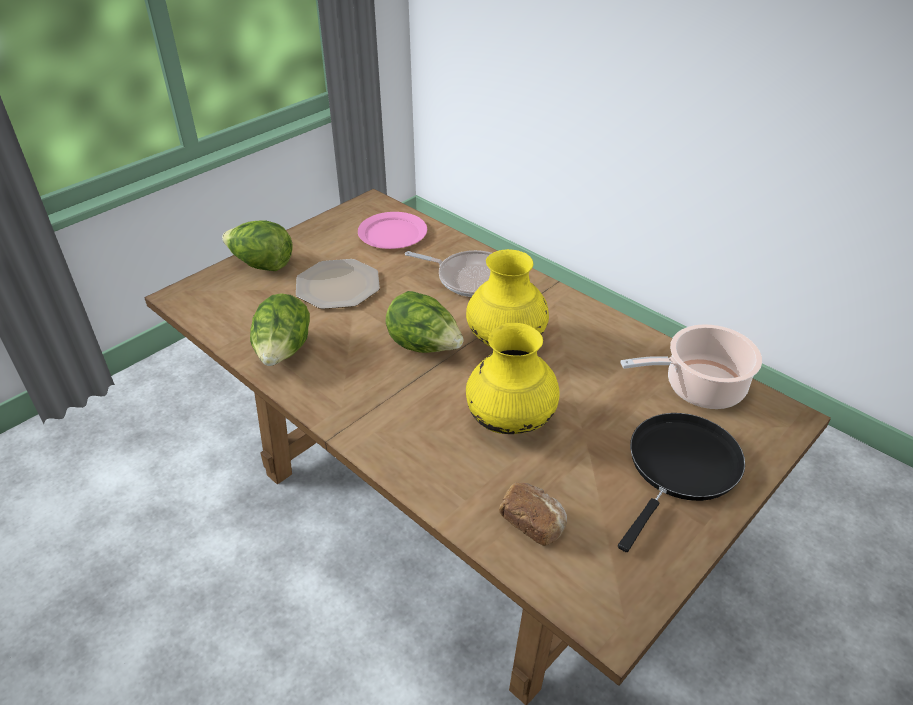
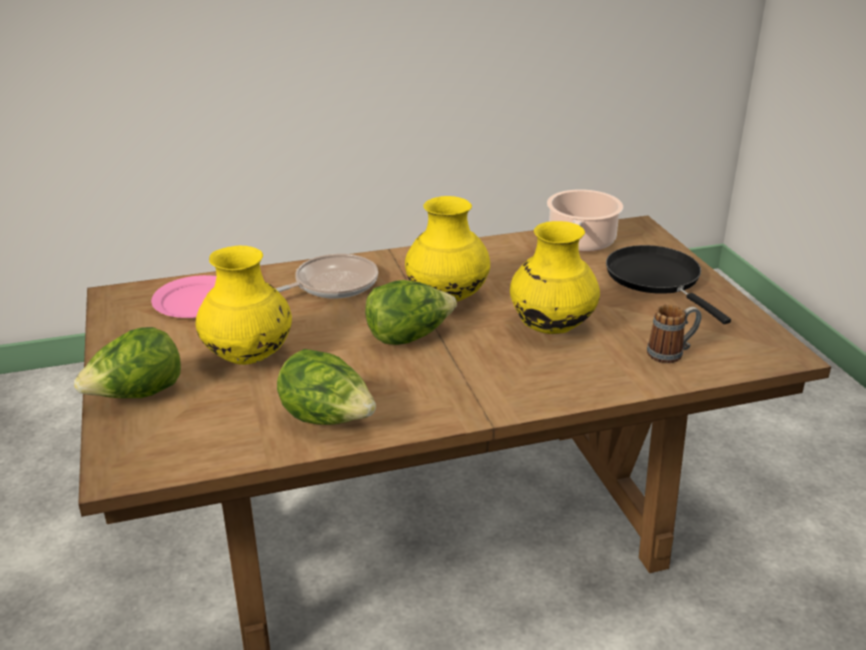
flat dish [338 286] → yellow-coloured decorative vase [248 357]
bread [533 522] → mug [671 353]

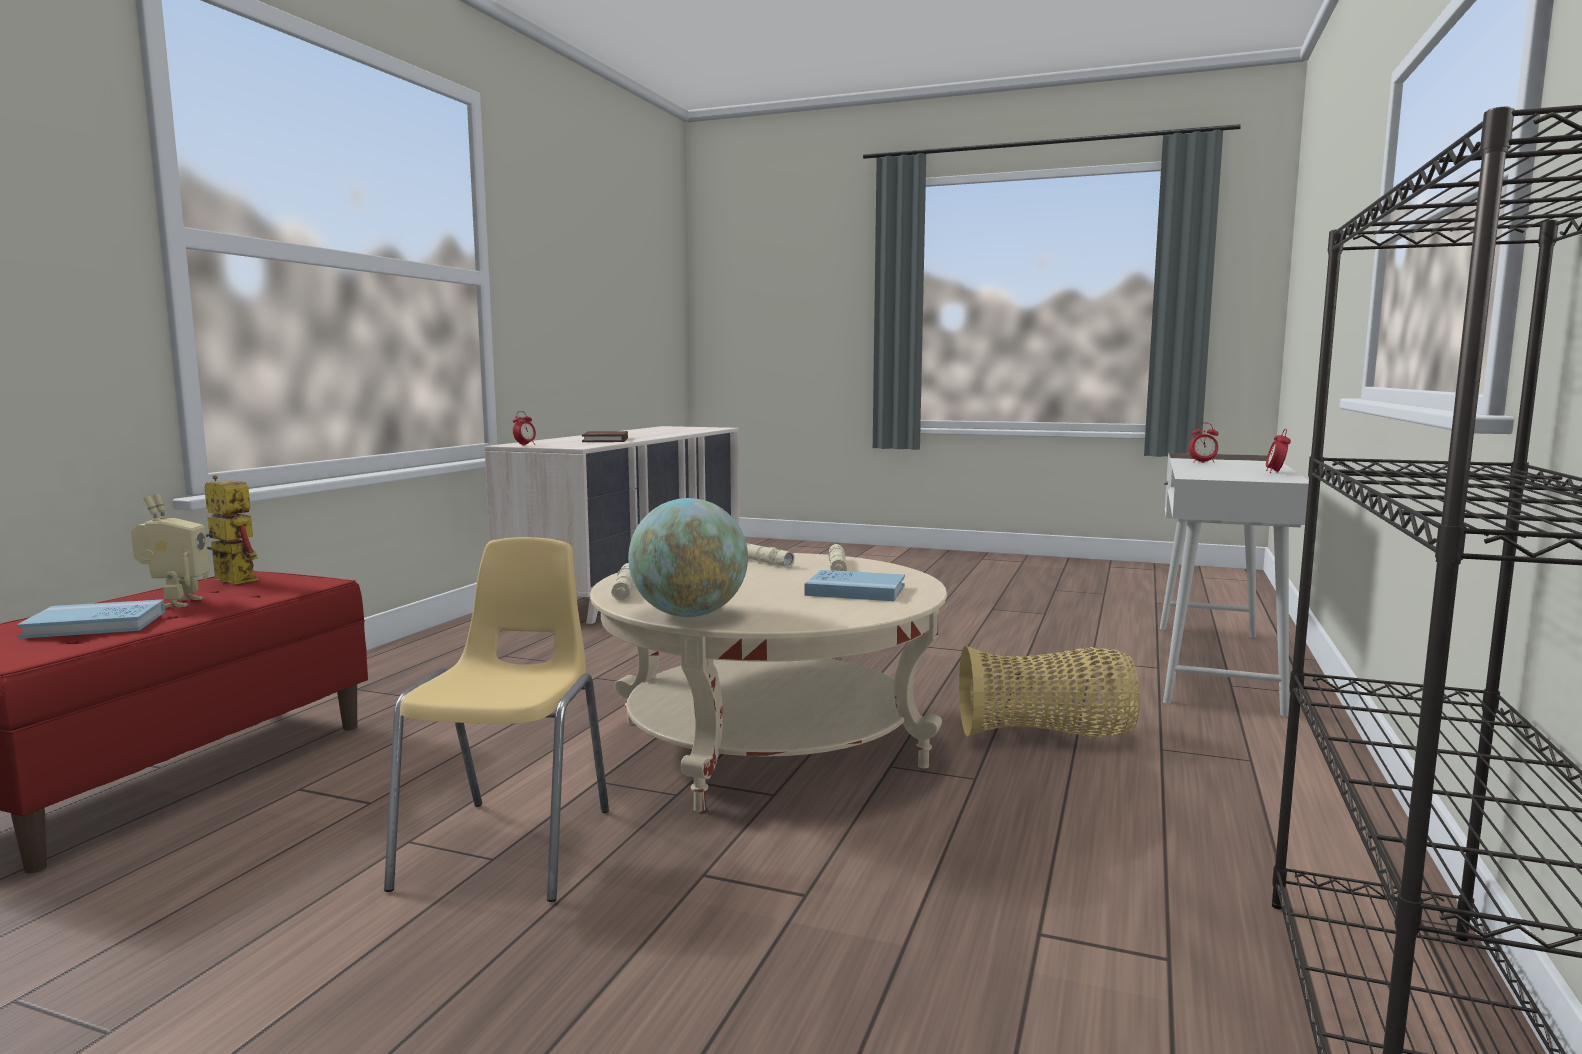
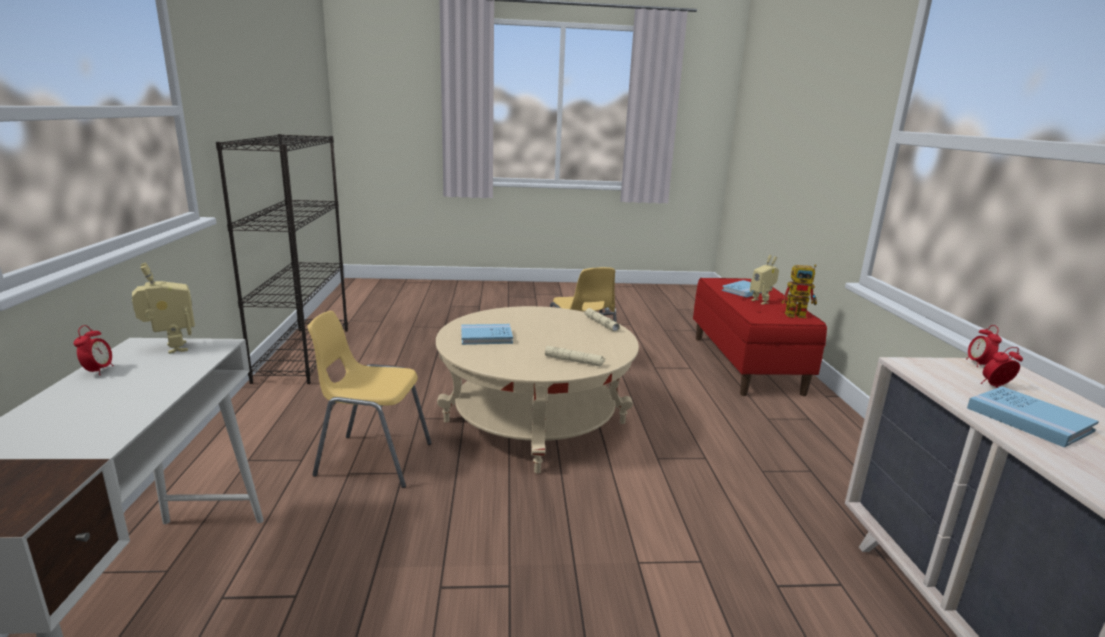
- → toy robot [171 348]
basket [1047 734] → yellow-coloured plain chair [373 459]
brown book [605 440] → blue-coloured book [1028 419]
alarm clock [1202 462] → alarm clock [995 386], relocated
desk globe [689 615] → -
sand-coloured torch [837 567] → -

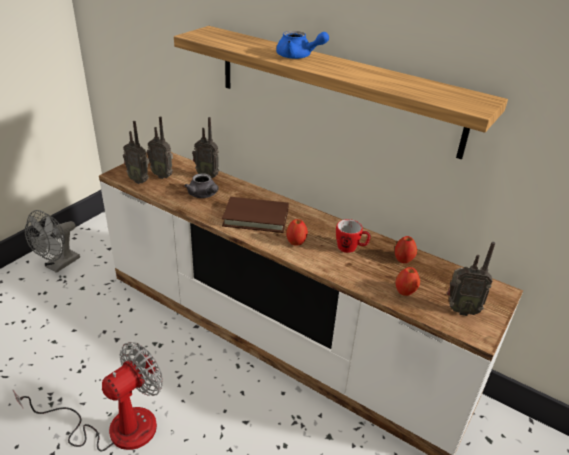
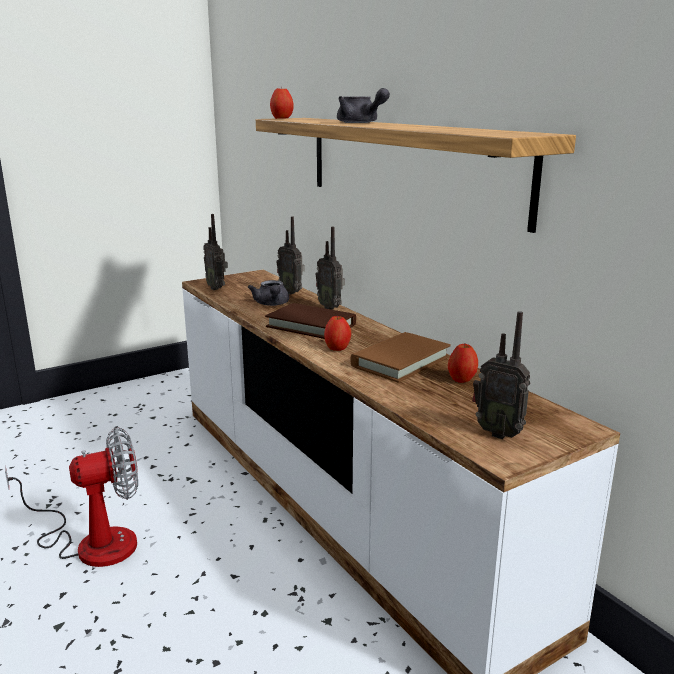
apple [405 292] → apple [281 118], relocated
radio [162 175] → radio [331 307], relocated
blue-coloured pot for tea [298 57] → gray pot for tea [360 123]
mug [350 248] → brown book [400 361]
gray electric fan [58 265] → -

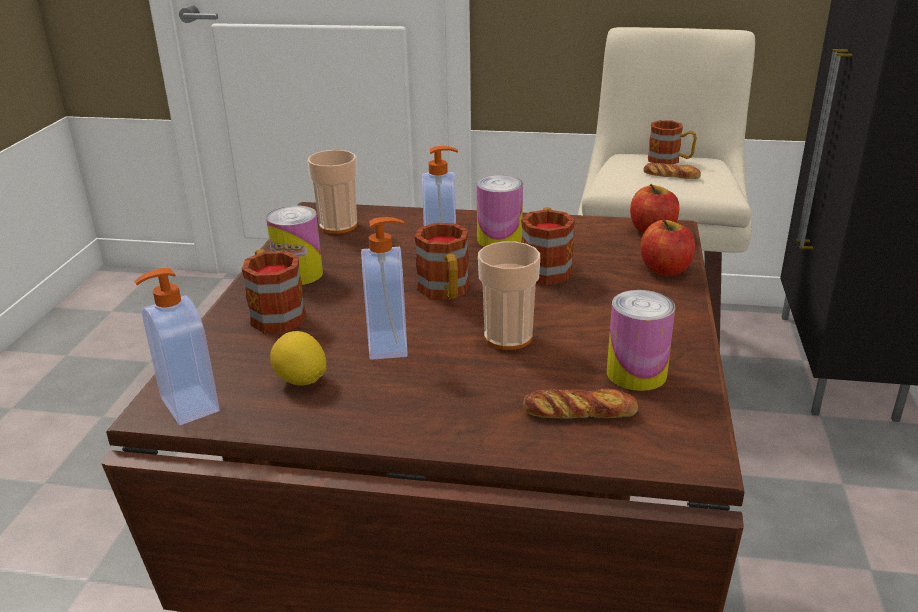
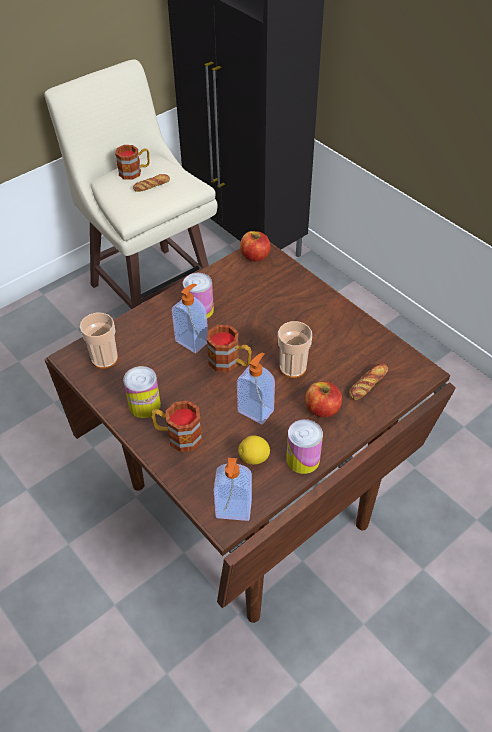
sealed can [636 373] → sealed can [303 459], relocated
apple [665 269] → apple [322 409], relocated
mug [546 267] → -

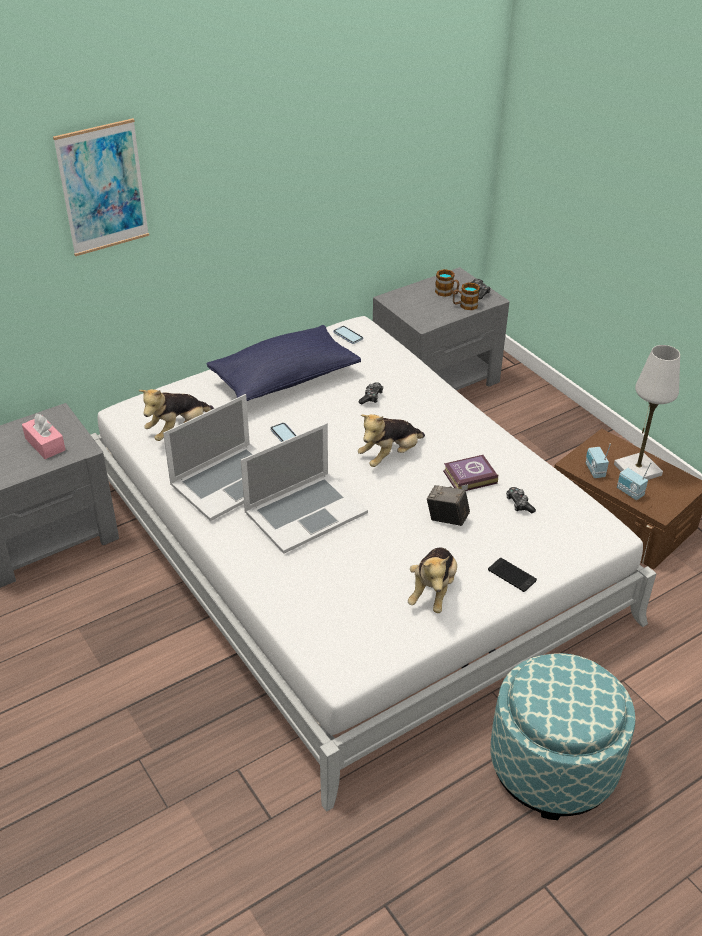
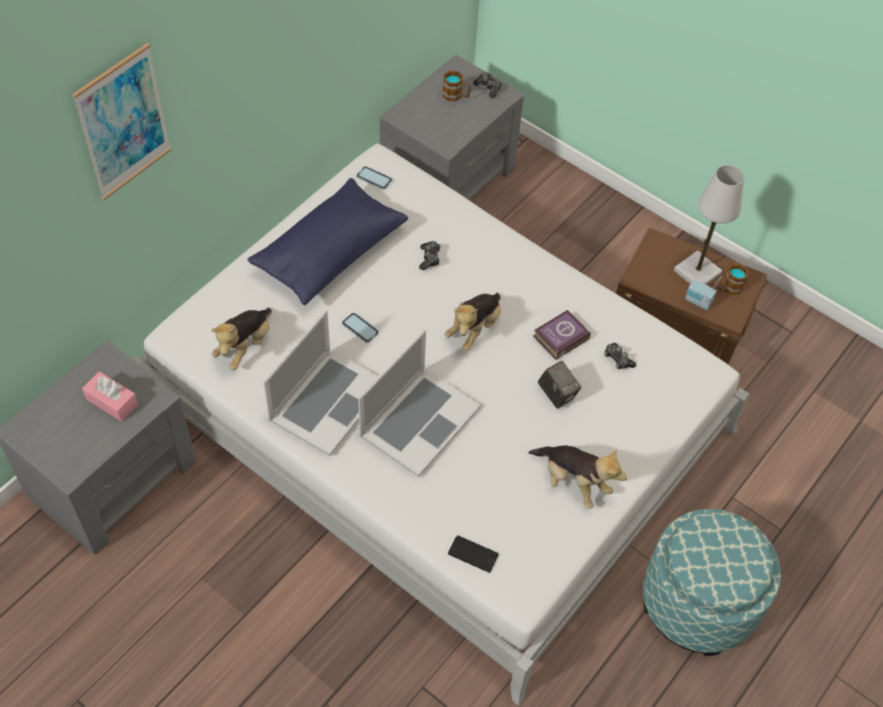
telephone [512 575] → telephone [473 554], relocated
cuddly toy [433 591] → cuddly toy [573 482], 45 degrees counterclockwise
photo camera [447 519] → photo camera [557 394], 135 degrees counterclockwise
mug [464 305] → mug [729 288], relocated
radio [594 471] → -

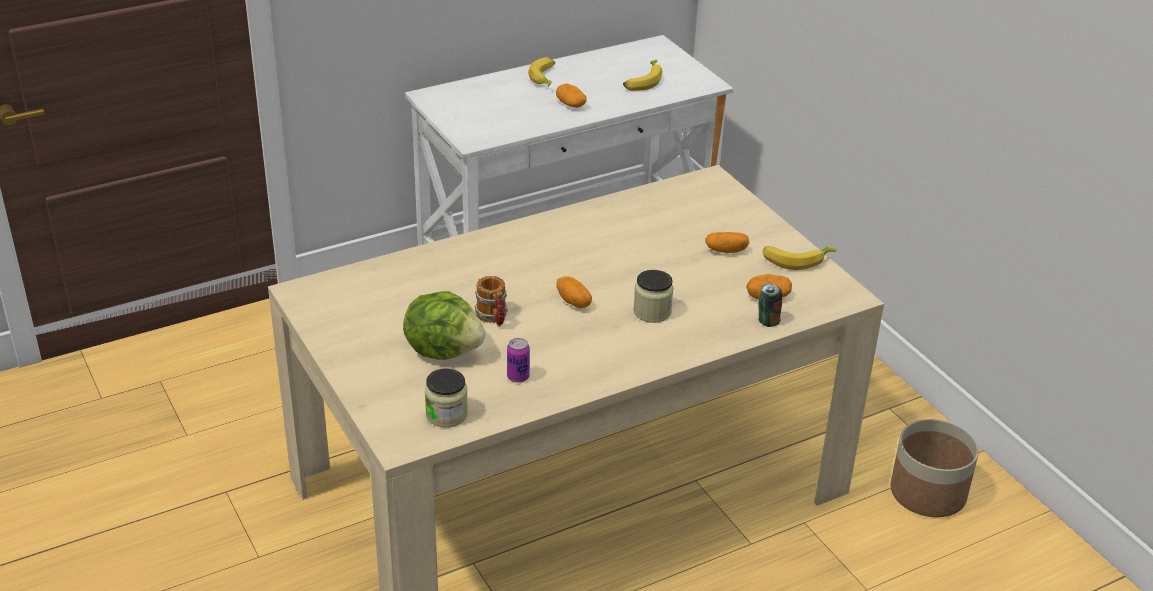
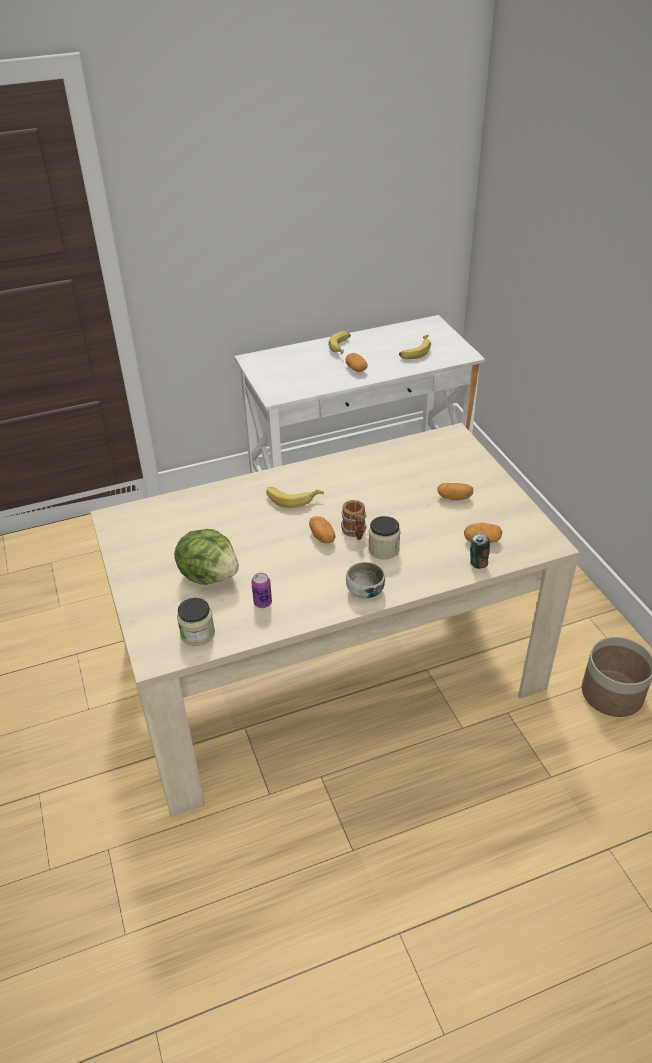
banana fruit [796 260] → banana fruit [292 499], relocated
mug [493 318] → mug [355 533], relocated
- → serving bowl [365 590]

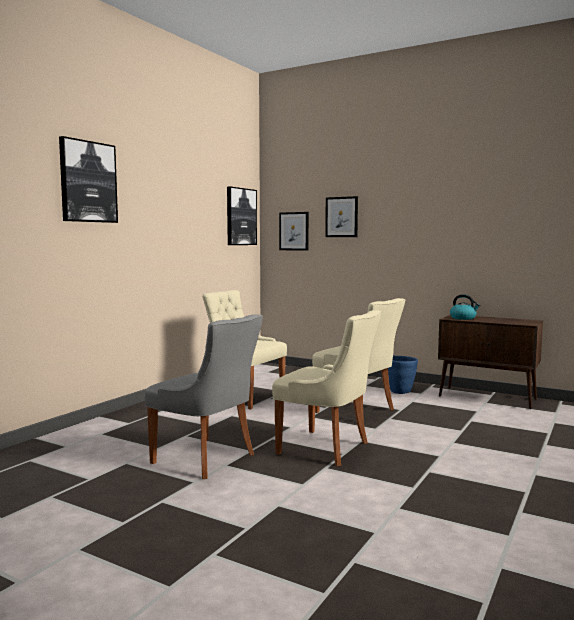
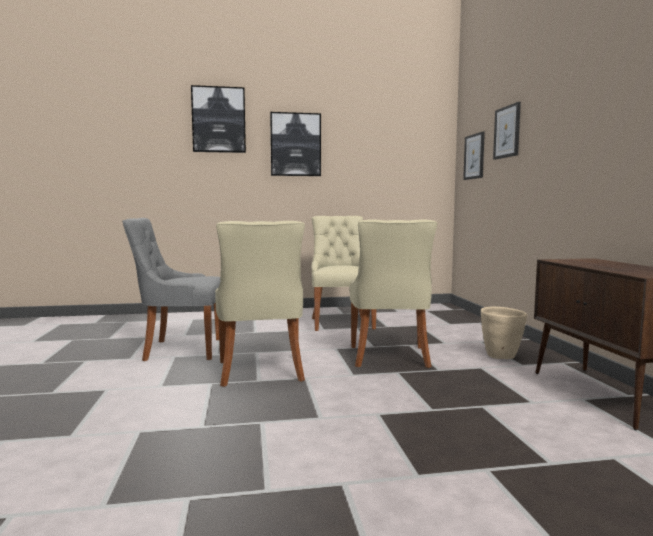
gray plain chair [207 459] → gray plain chair [180 349], 90 degrees clockwise
picture [240 217] → picture [295 144], relocated
blue-coloured planter [400 392] → sand-coloured planter [501 356]
tea kettle [463 318] → -

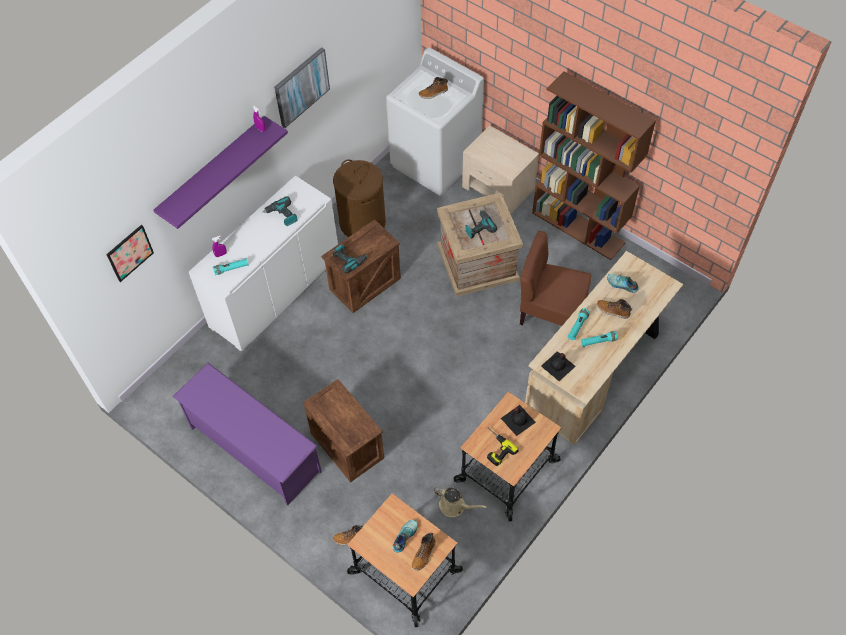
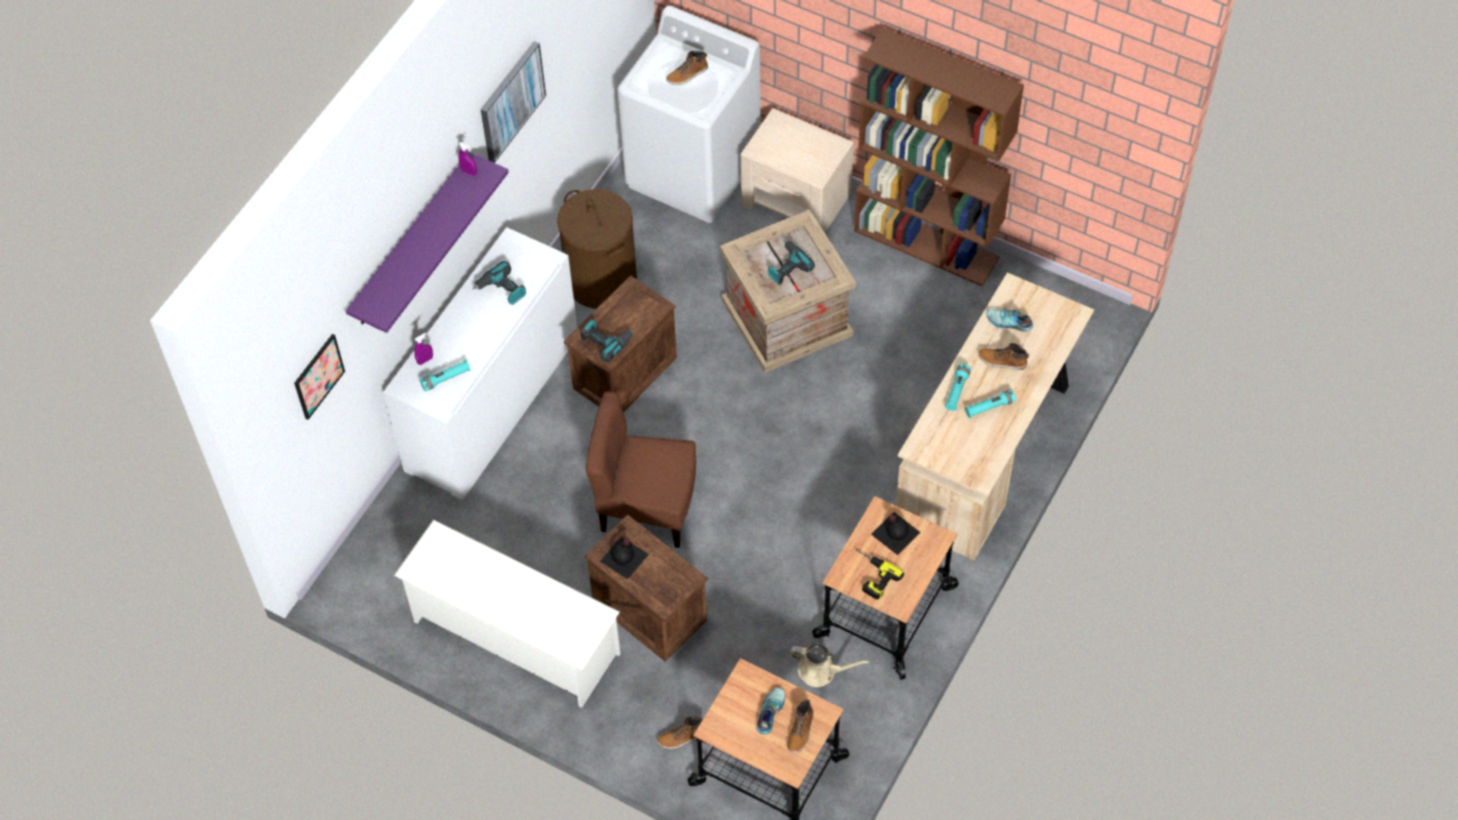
purple shoe shelf [254 449] → white-coloured shoe shelf [514 637]
brown plain chair [551 313] → brown plain chair [647 507], relocated
blackish beverage bottle [558 366] → blackish beverage bottle [625 557], relocated

